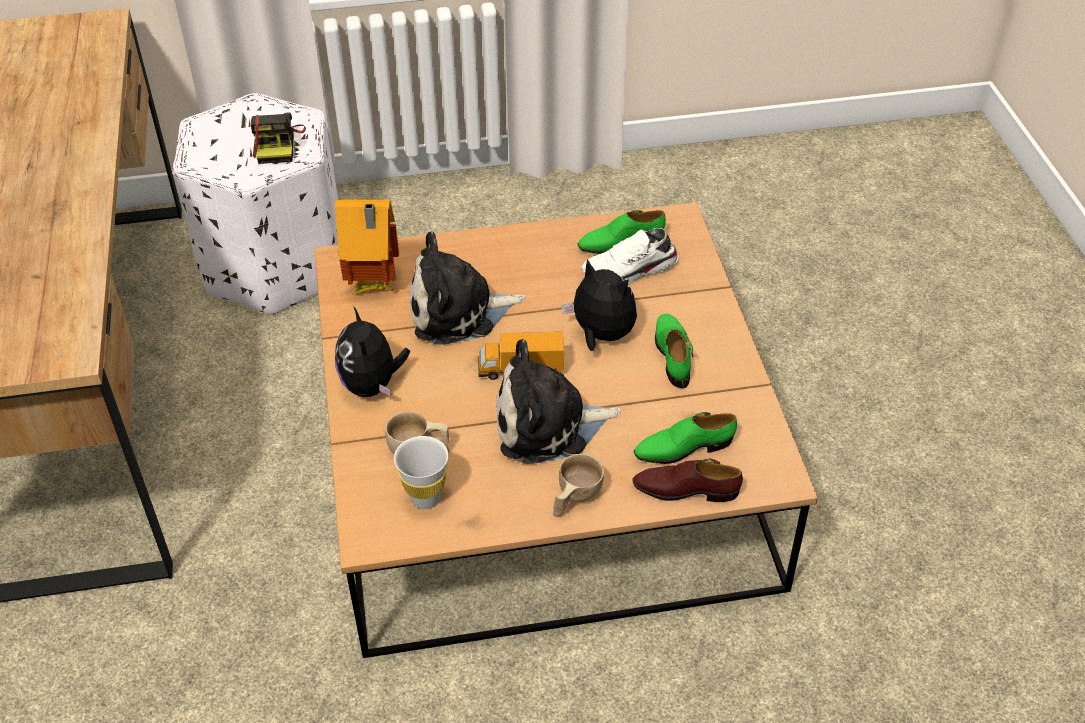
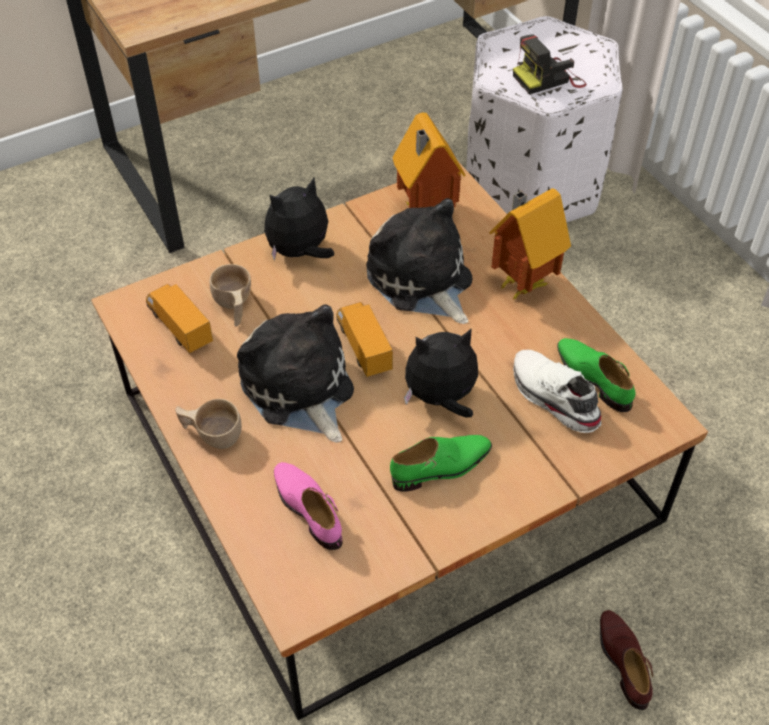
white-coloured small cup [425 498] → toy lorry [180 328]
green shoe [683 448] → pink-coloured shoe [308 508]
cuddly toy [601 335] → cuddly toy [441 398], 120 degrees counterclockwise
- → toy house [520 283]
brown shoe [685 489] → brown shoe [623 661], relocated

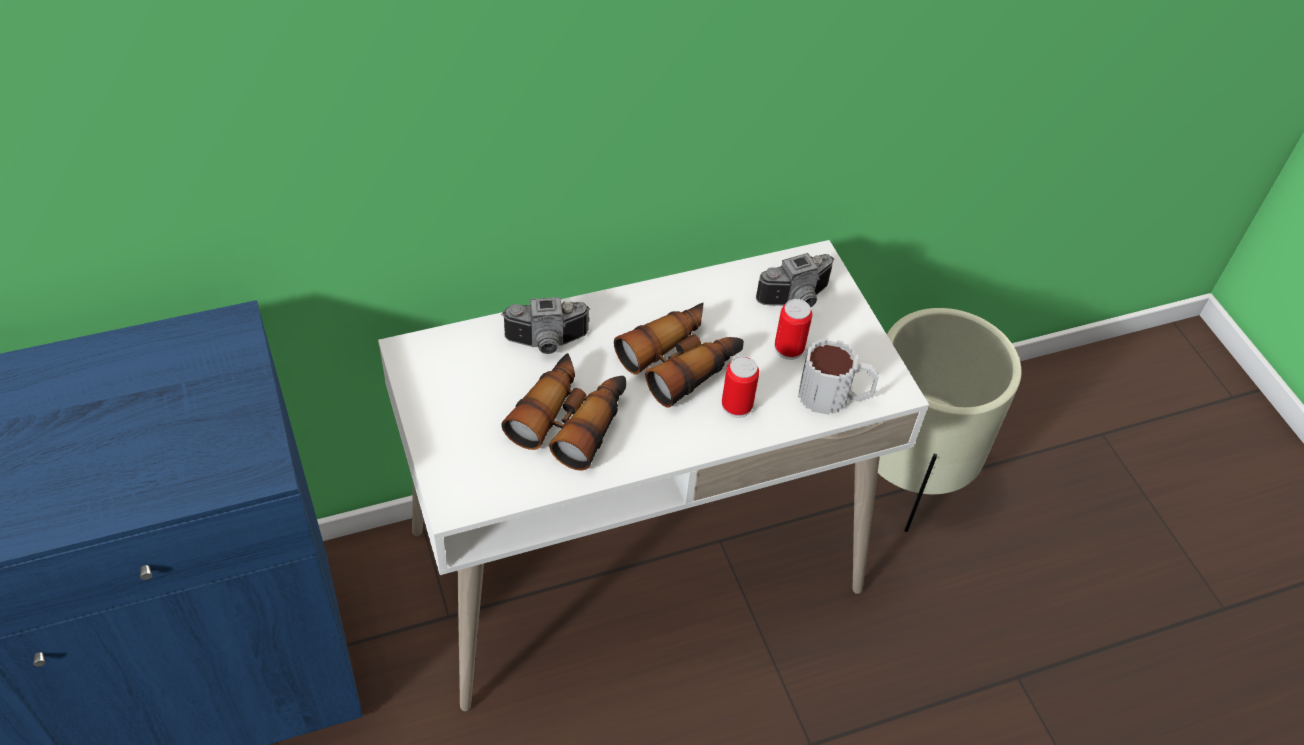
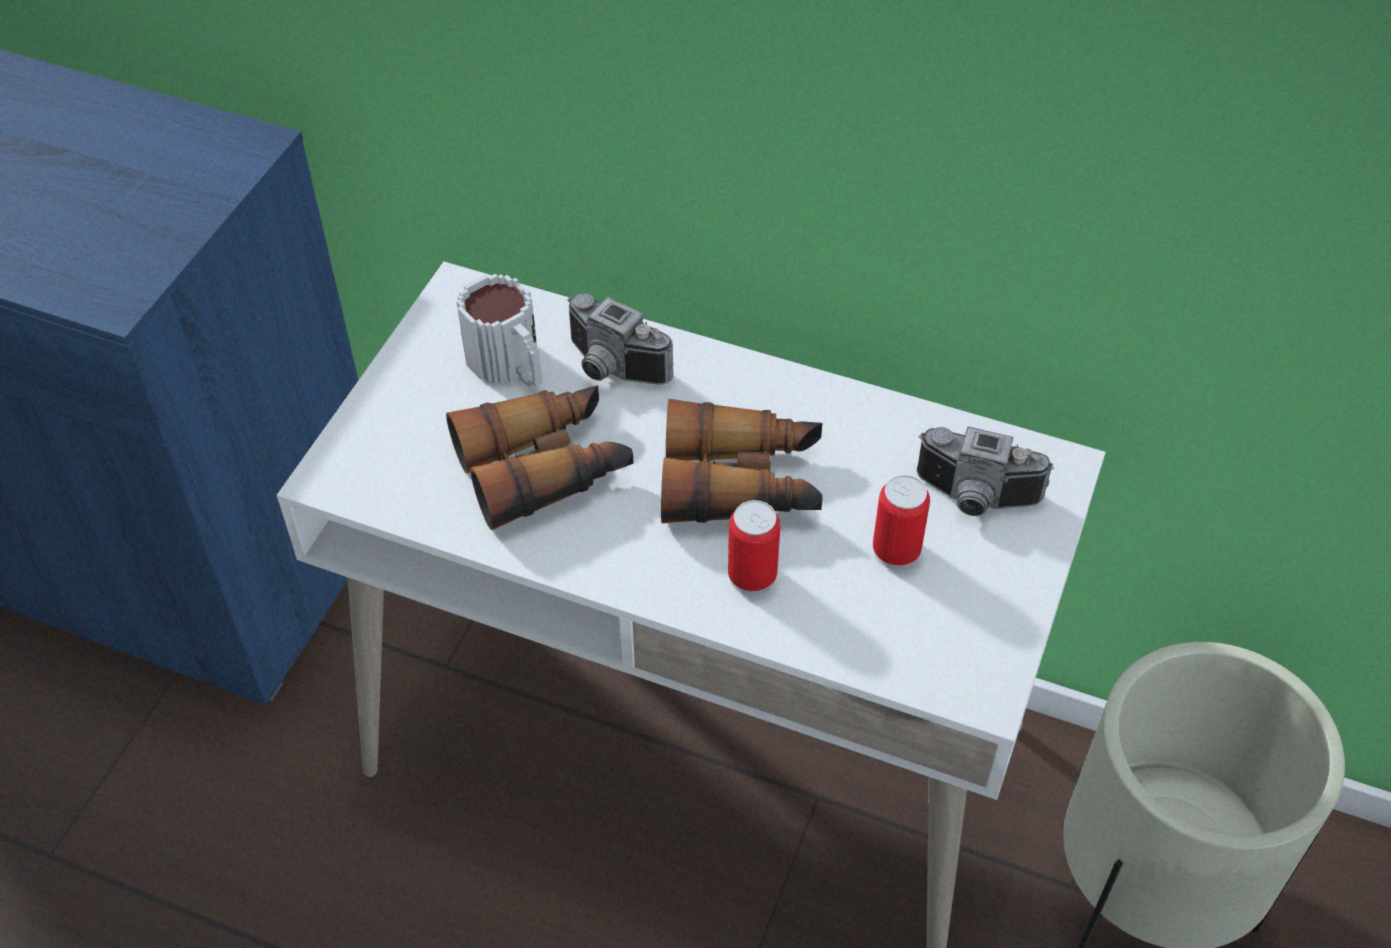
mug [834 396] → mug [511 366], relocated

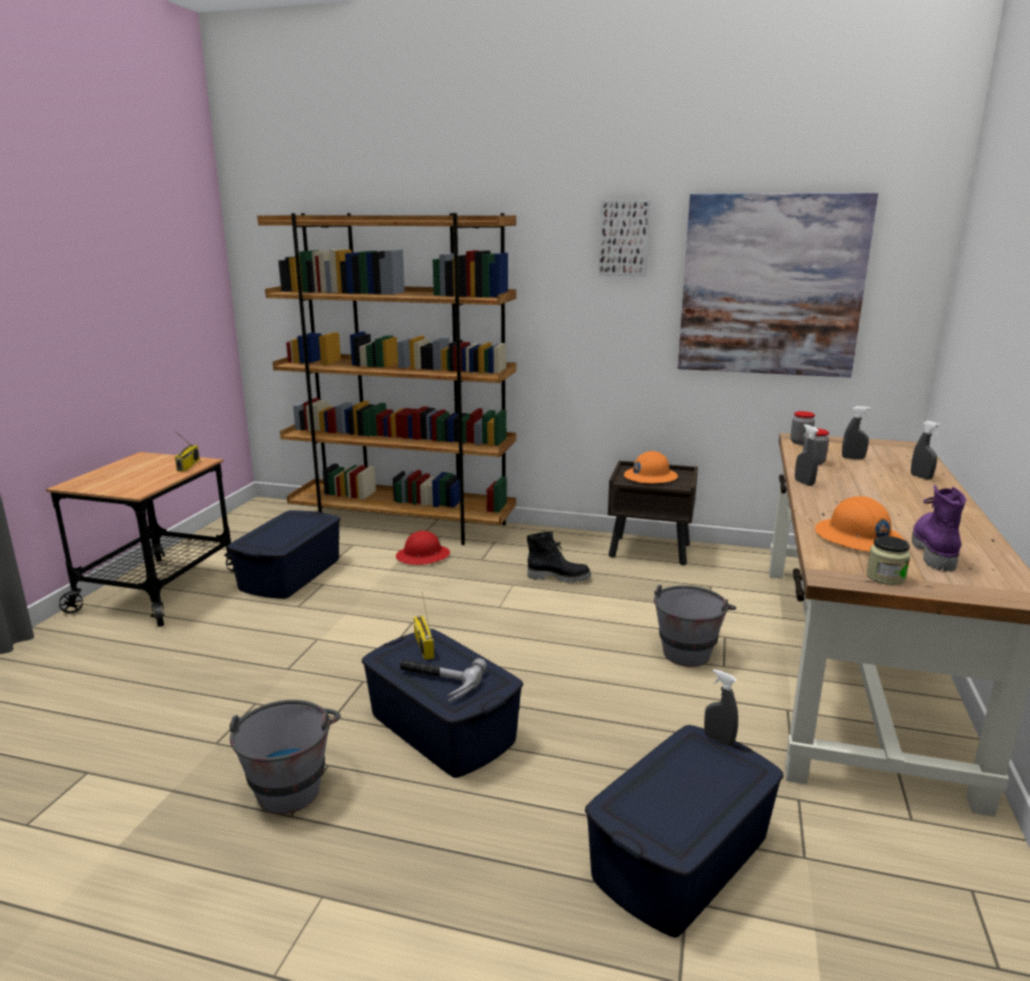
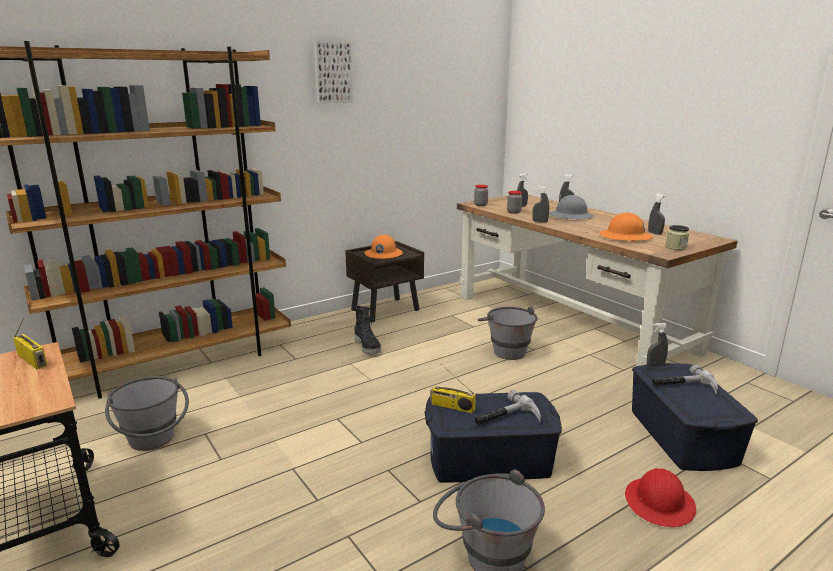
blue-coloured storage container [290 574] → gray bucket [153 443]
blackish boot [559 577] → blackish boot [368 346], 105 degrees clockwise
- → gray safety helmet [570 216]
red-coloured safety helmet [423 556] → red-coloured safety helmet [659 503], relocated
purple boot [932 550] → gray sprayer [655 233]
- → tool hammer [684 387]
picture [771 286] → -

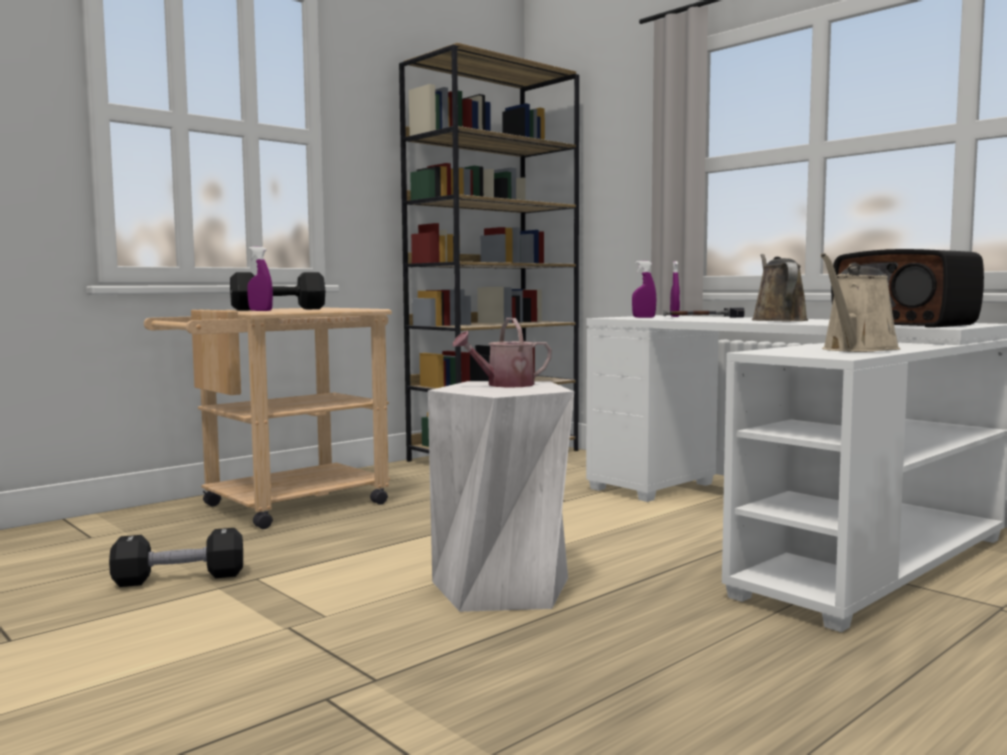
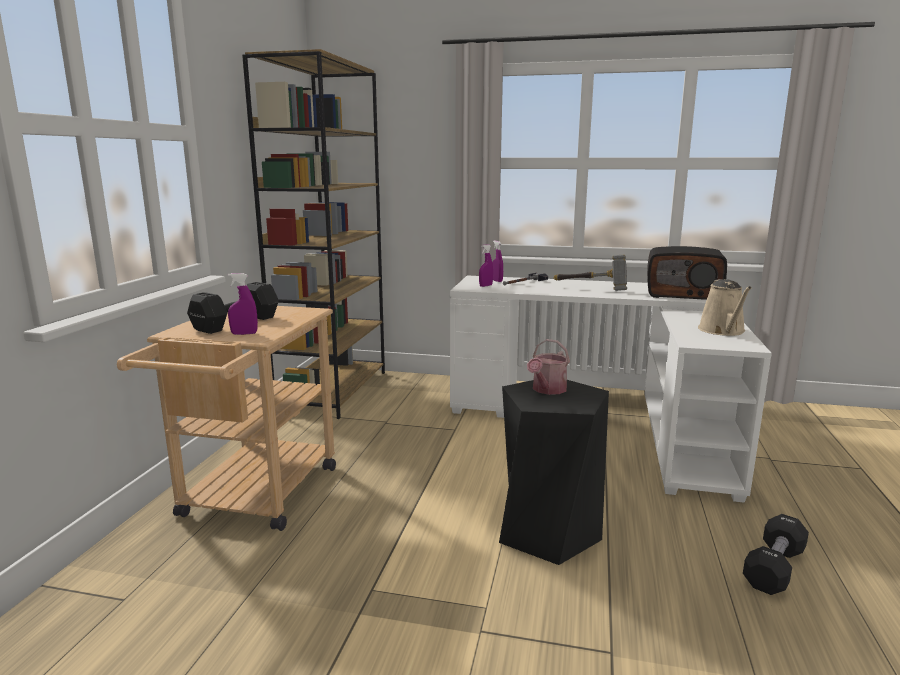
white-coloured sitting stool [502 587] → blackish sitting stool [547 531]
brown sprinkling can [777 320] → tool hammer [592 289]
blackish hand weight [179 578] → blackish hand weight [774 568], relocated

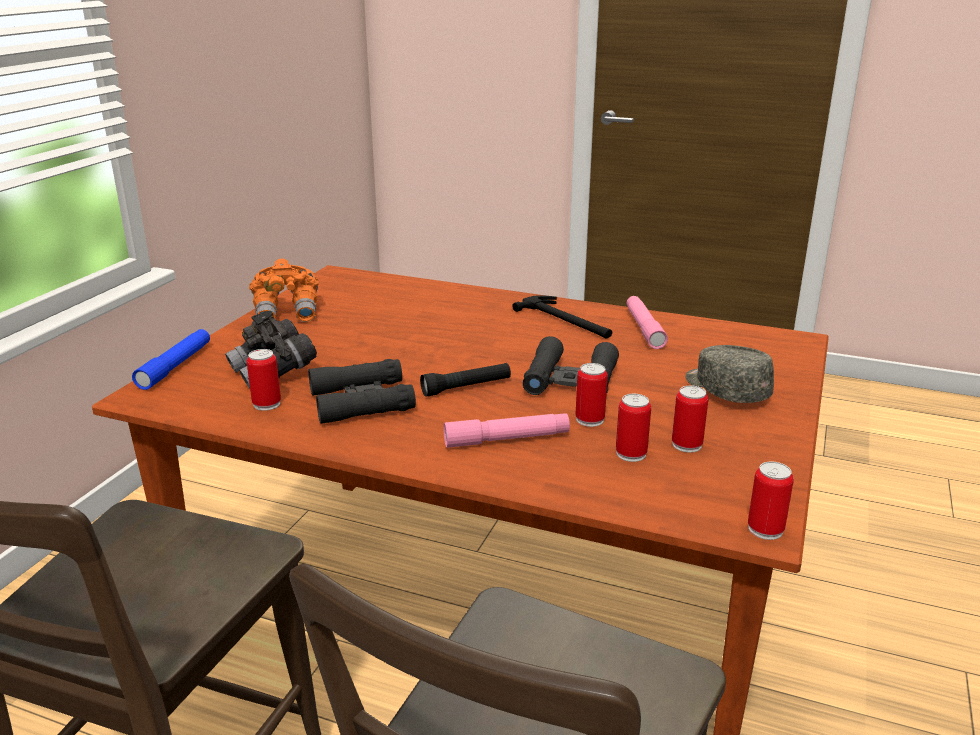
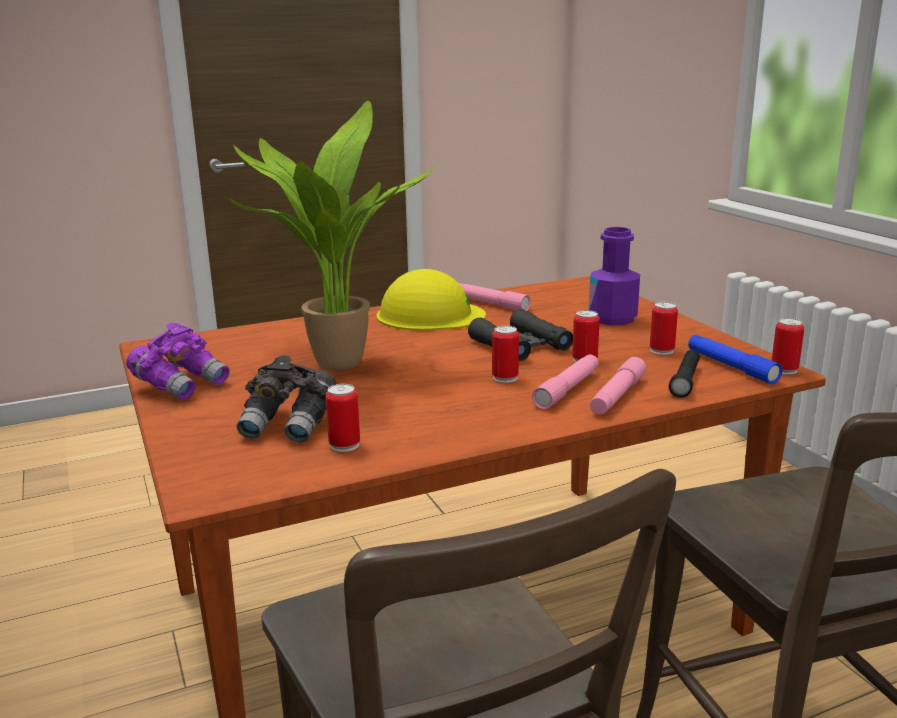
orange field glasses [288 312] → purple field glasses [181 385]
- → potted plant [333 363]
tool hammer [566 320] → yellow-coloured safety helmet [430 315]
sealed can [631 454] → sealed can [505 378], relocated
gray cap [725 390] → purple beverage bottle [612 318]
- → pink-coloured torch [617 396]
blackish torch [466 387] → blackish torch [685 381], relocated
blue-coloured torch [175 366] → blue-coloured torch [731 367], relocated
blackish field glasses [361 401] → -

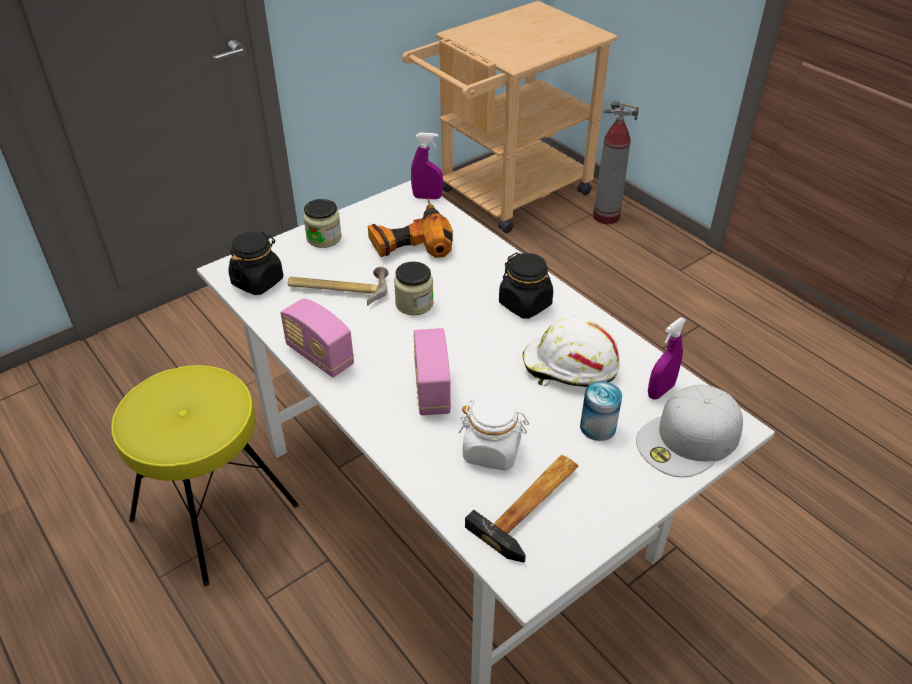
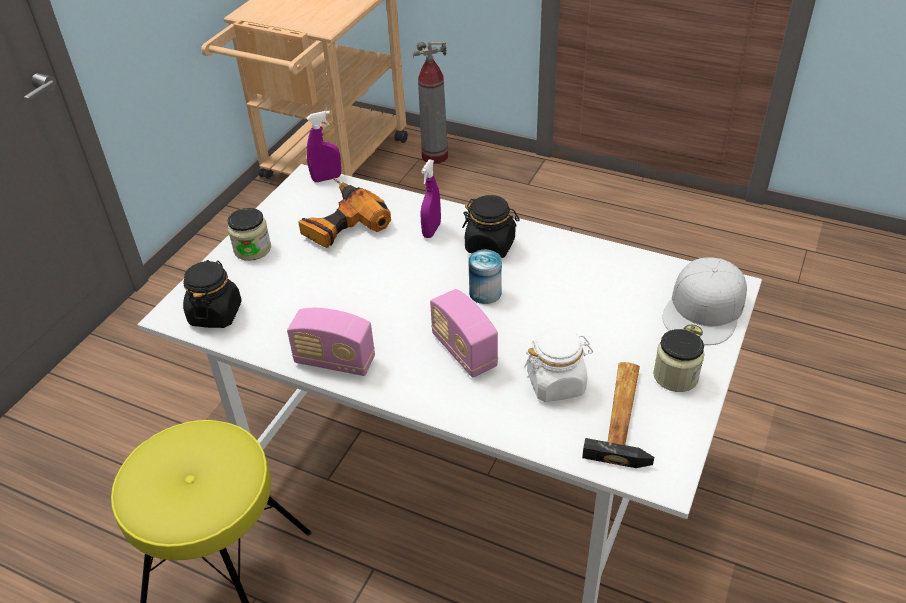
purple sprayer [660 391] → purple sprayer [431 230], relocated
sealed can [597 427] → sealed can [485 293], relocated
jar [414 303] → jar [675 376], relocated
tool hammer [339 288] → -
white-coloured safety helmet [569 367] → -

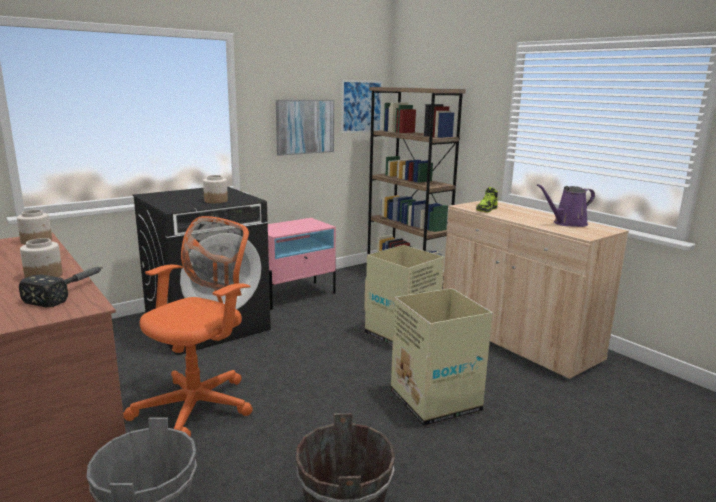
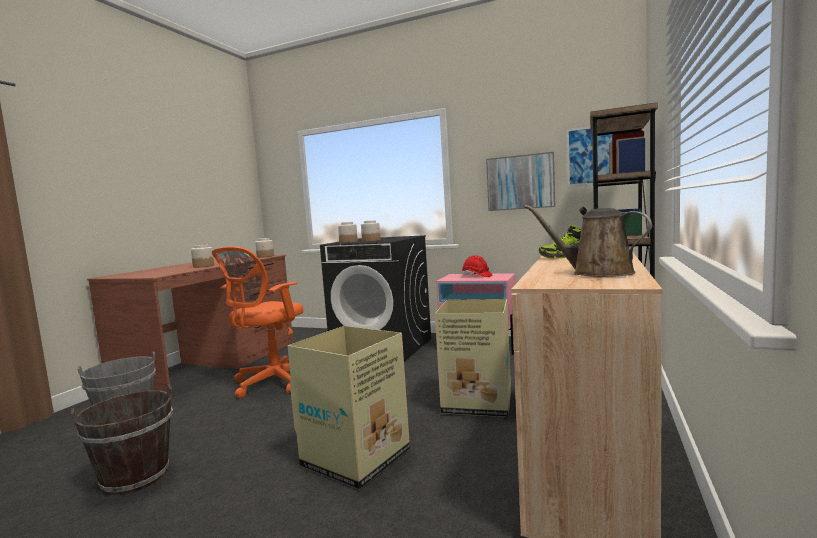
orange desk chair [199 404] → orange desk chair [273 383], 120 degrees clockwise
- → jar [348 242]
- → red-coloured safety helmet [476 276]
purple sprinkling can [567 223] → brown sprinkling can [596 273]
tool hammer [71 290] → -

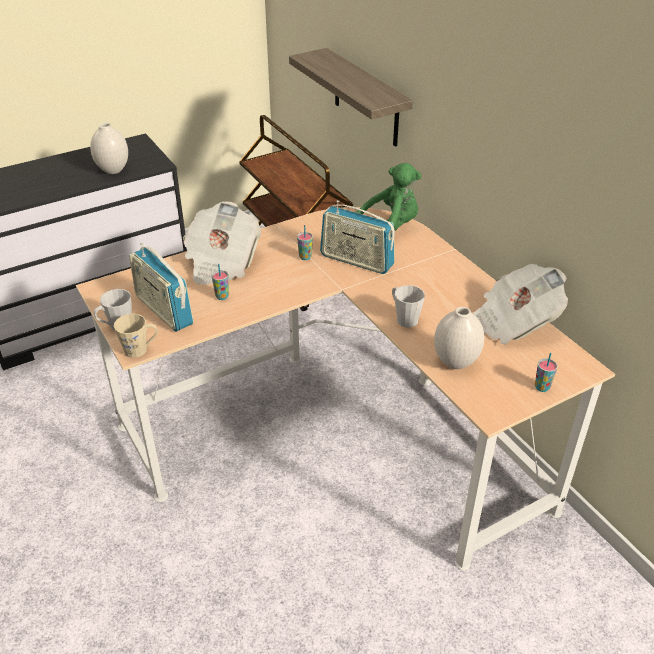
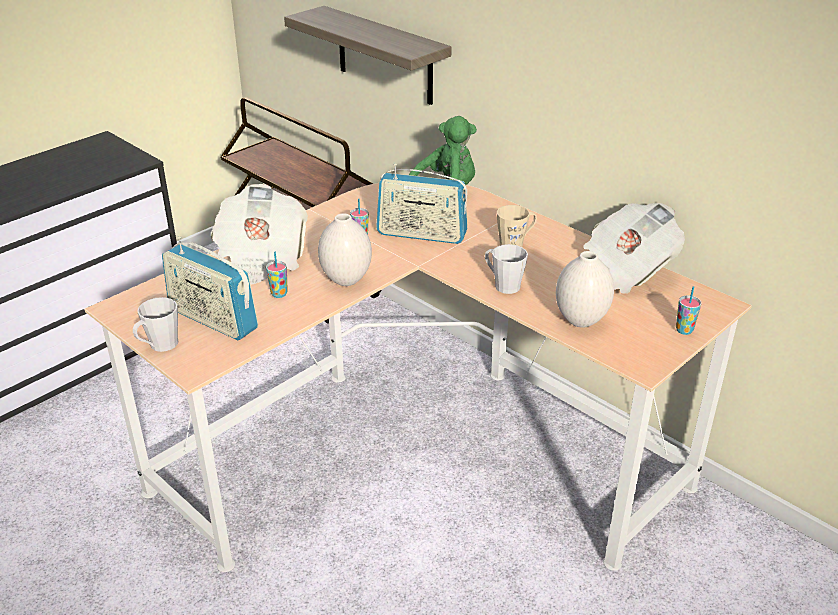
white-coloured decorative vase [113 170] → white-coloured decorative vase [346 280], relocated
sand-coloured mug [140 350] → sand-coloured mug [515 243], relocated

